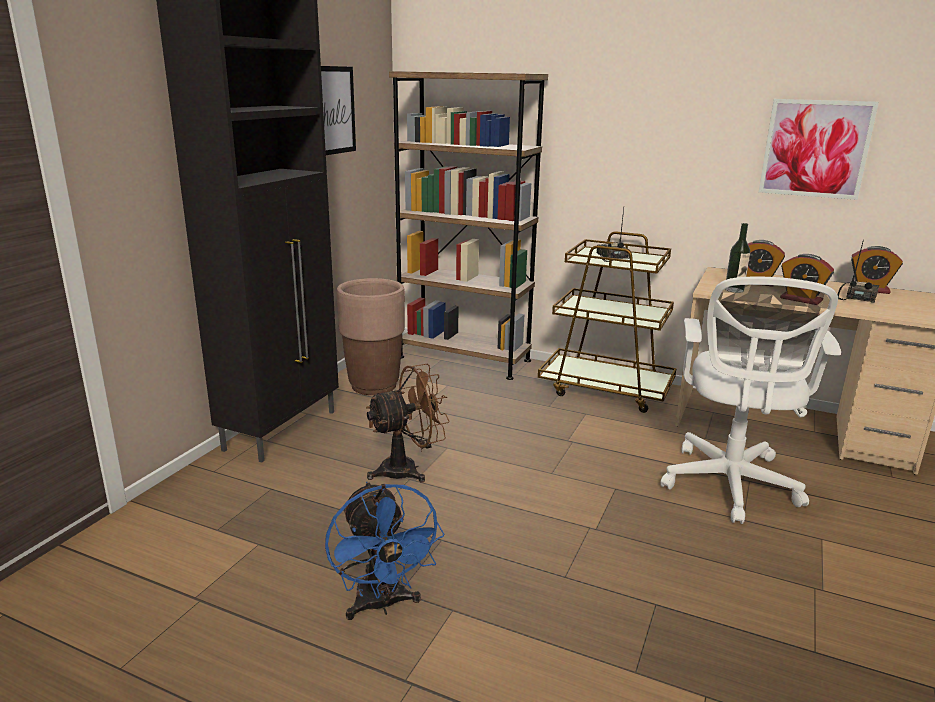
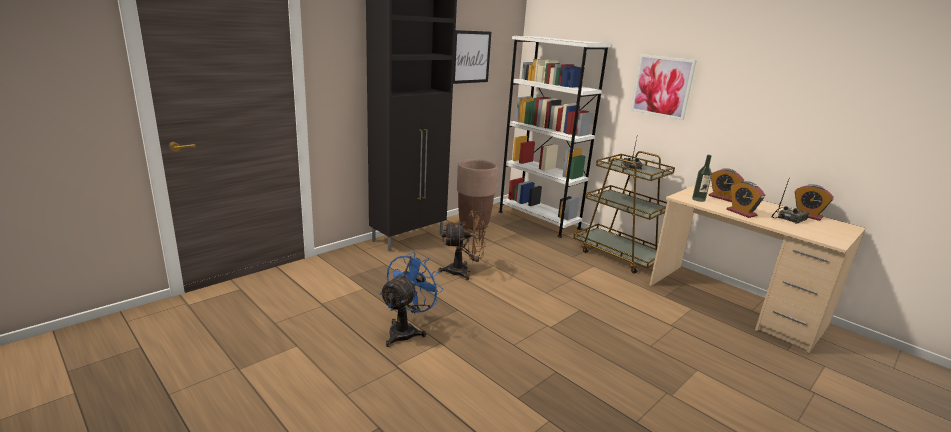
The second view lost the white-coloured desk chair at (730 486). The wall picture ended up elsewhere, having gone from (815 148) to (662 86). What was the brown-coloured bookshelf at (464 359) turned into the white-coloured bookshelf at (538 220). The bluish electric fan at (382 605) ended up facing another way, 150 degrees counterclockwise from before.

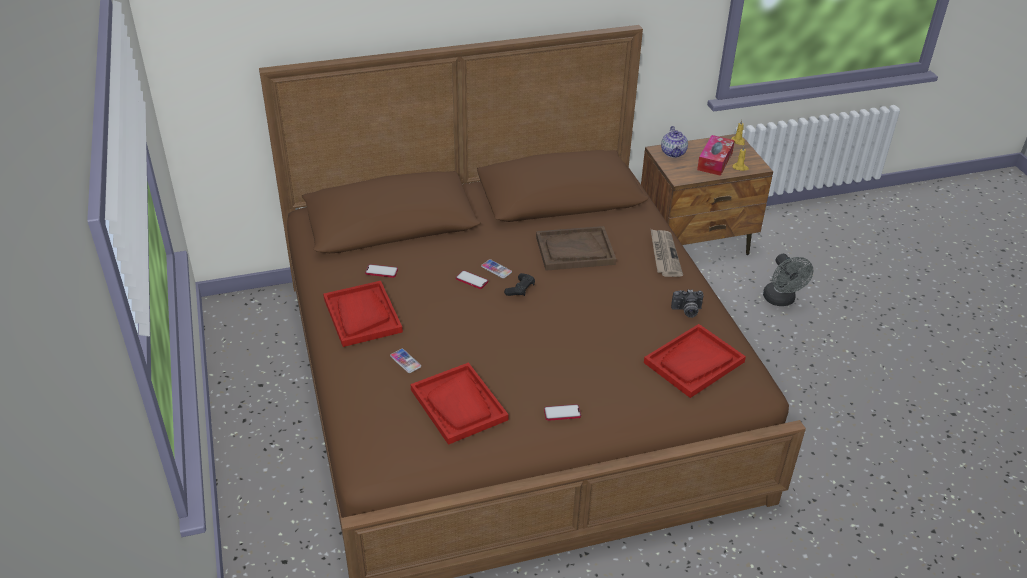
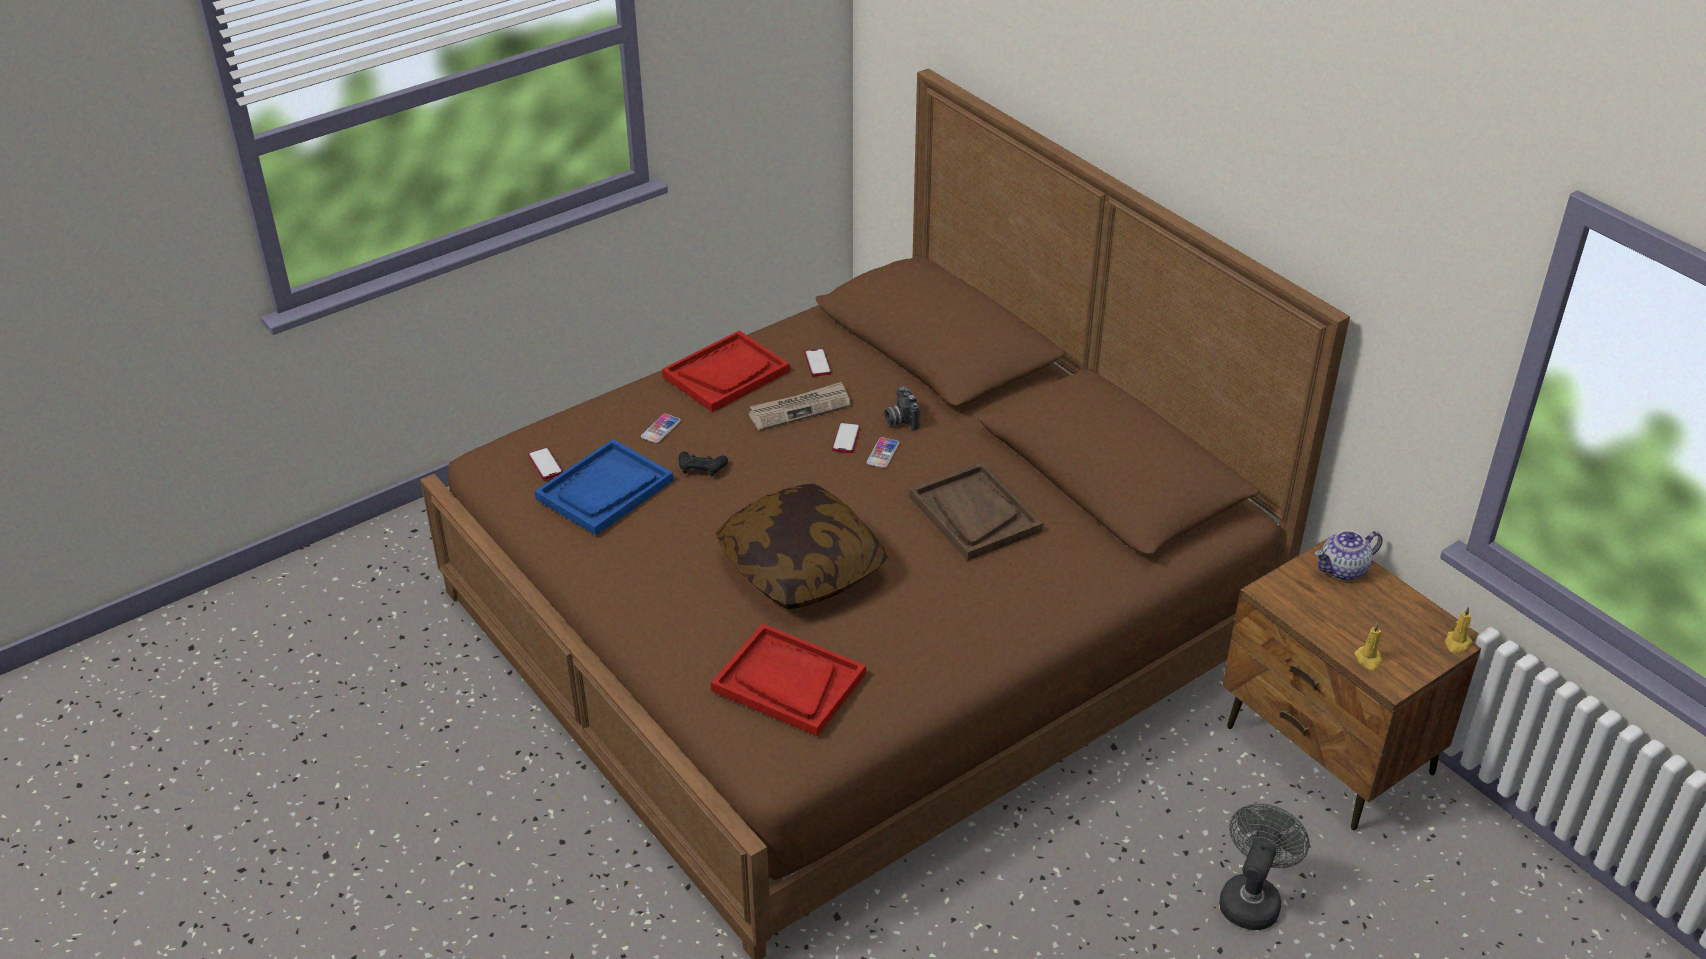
The second view lost the tissue holder at (714 161). The second view gained the throw pillow at (801 567). The black-coloured gamepad ended up elsewhere, having gone from (520 289) to (701 469). The phone ended up elsewhere, having gone from (562 413) to (545 464). The daily paper ended up elsewhere, having gone from (664 254) to (800 409). The still camera ended up elsewhere, having gone from (687 311) to (900 420). What was the red carrying tray at (459 405) turned into the bluish carrying tray at (605 490). The gray electric fan at (781 300) ended up facing another way, 150 degrees clockwise from before.

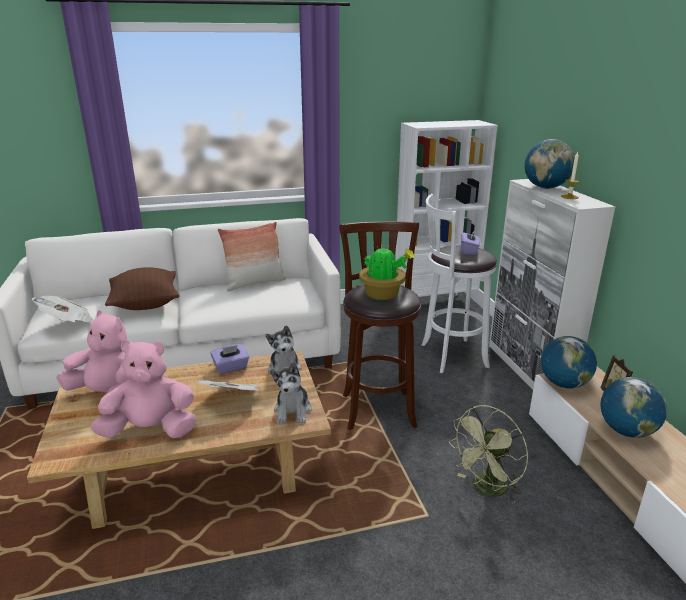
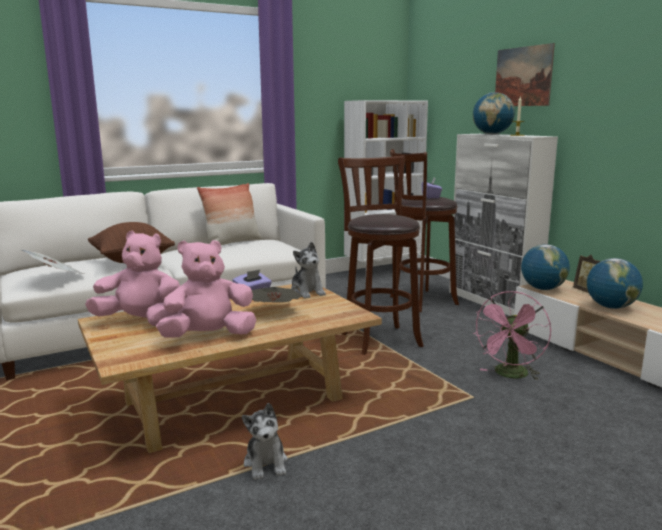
The second view lost the houseplant at (383 295). The second view gained the wall picture at (523 76). The plush toy ended up elsewhere, having gone from (293 410) to (266 463). What was the white-coloured stool seat at (450 356) turned into the brown-coloured stool seat at (420 301). What was the green electric fan at (486 489) turned into the pink electric fan at (510 375).

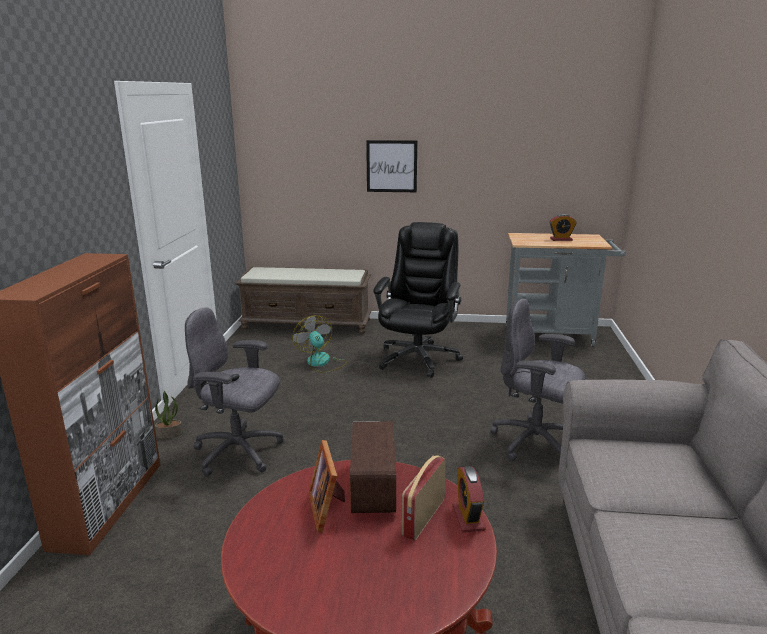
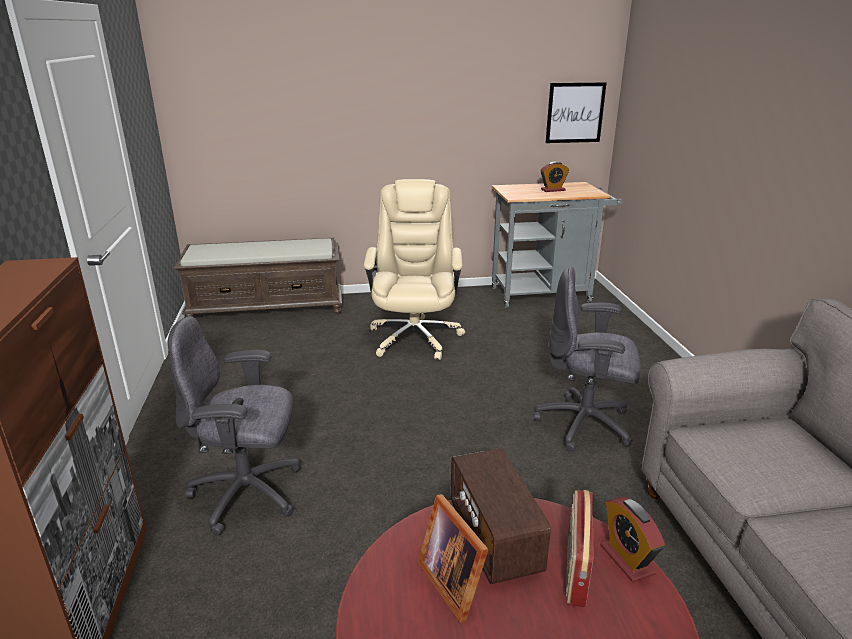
The second view lost the houseplant at (170 434). The second view lost the electric fan at (321 363). The wall picture ended up elsewhere, having gone from (391 166) to (575 113). What was the black-coloured desk chair at (418 358) turned into the beige-coloured desk chair at (415 337).

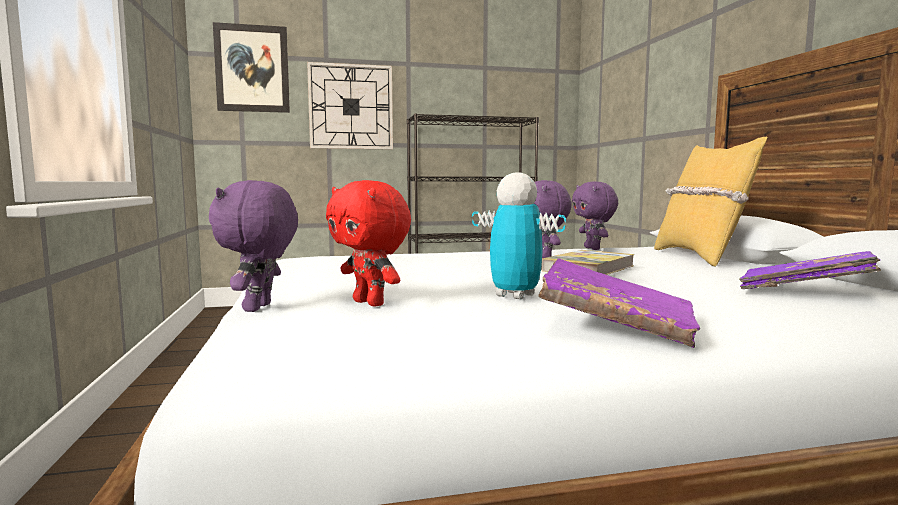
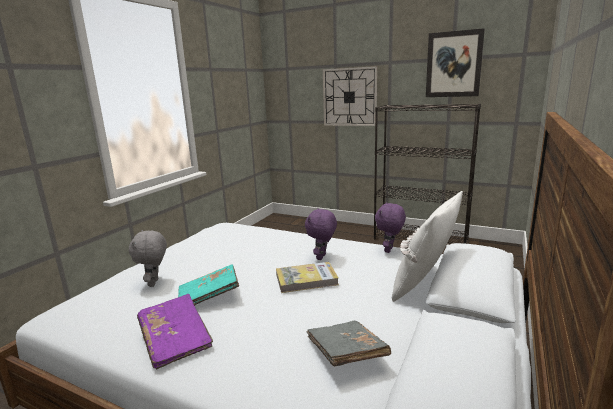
The second view lost the purple plush toy at (259 308). The wall picture ended up elsewhere, having gone from (252 69) to (453 64). Where the robot figure stood at (515 295), the blue-green book came to stand at (209 297). What was the red plush toy at (371 303) turned into the gray plush toy at (154 283). What was the yellow throw pillow at (700 257) turned into the white-coloured throw pillow at (425 284). What was the purple book at (804 292) turned into the gray book at (346 354).

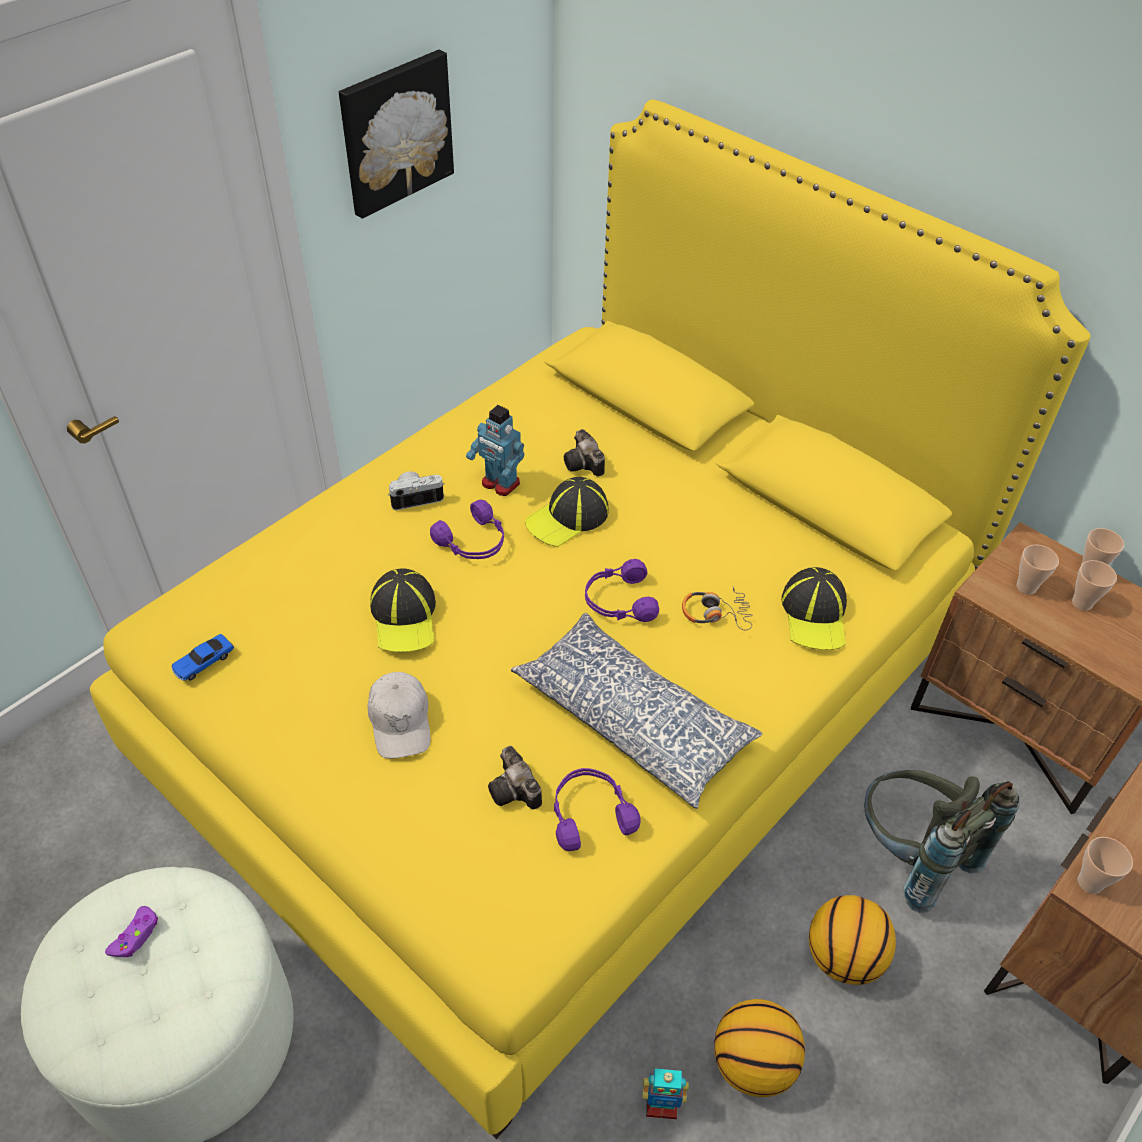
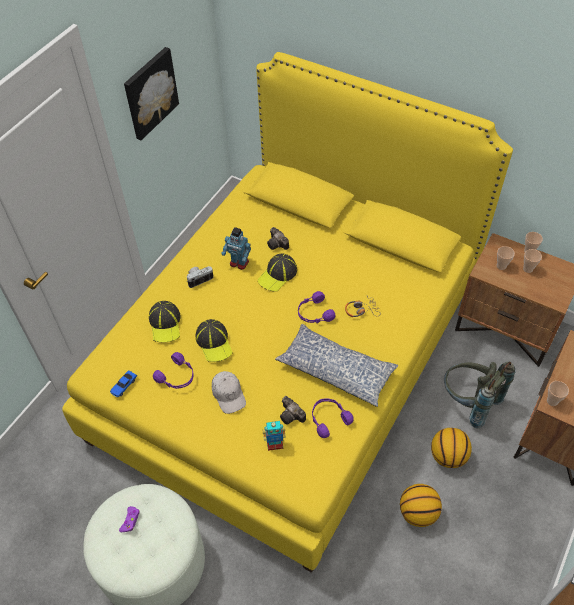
The purple headphones ended up elsewhere, having gone from (474 542) to (177 376). The robot figure ended up elsewhere, having gone from (661 1106) to (275 444). The peaked cap ended up elsewhere, having gone from (815 615) to (165 324).

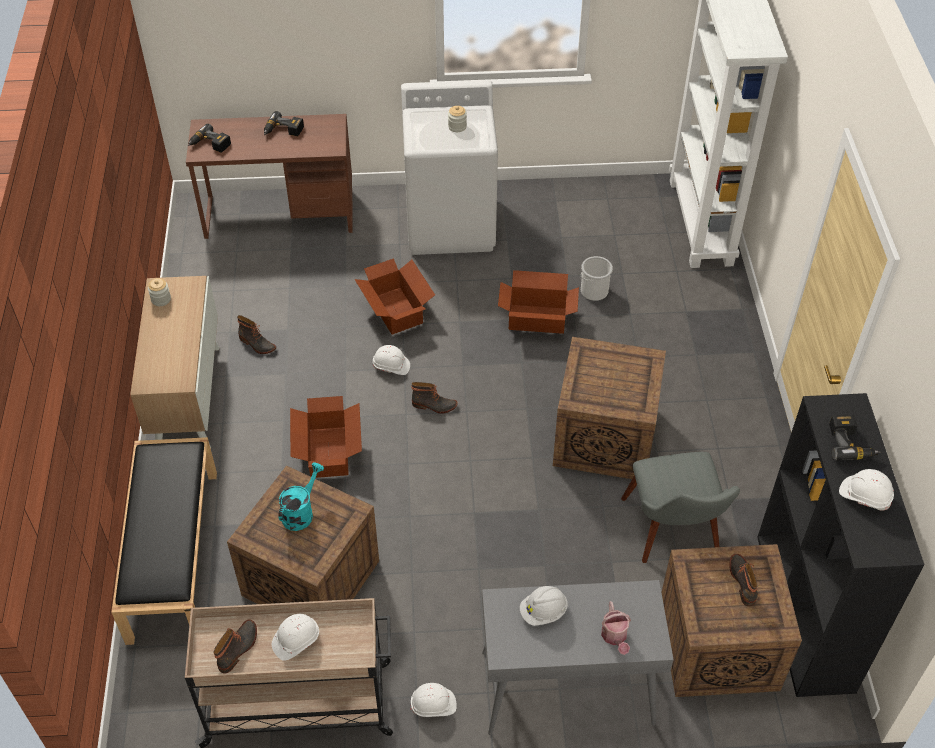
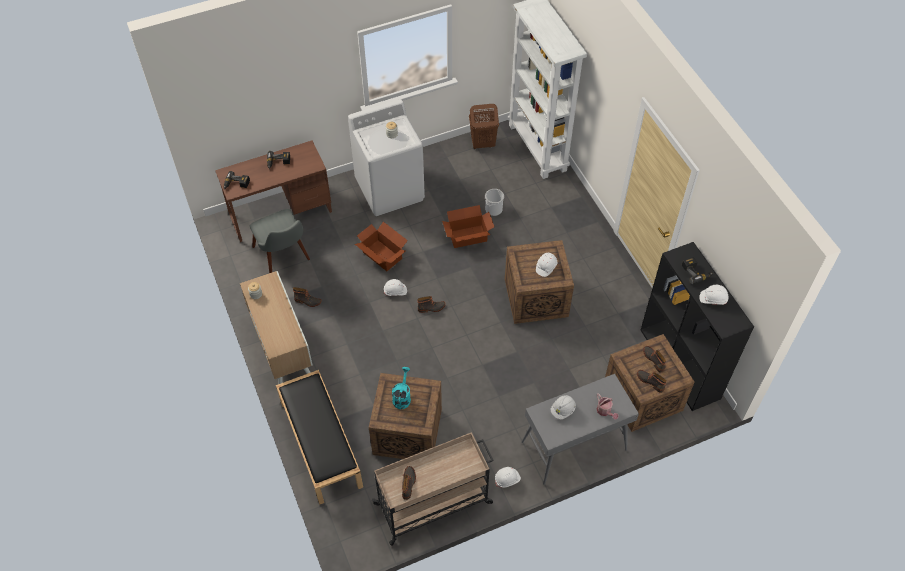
The second view lost the packing box at (328 453). The second view gained the brown-coloured washing basket at (482 144). The second view gained the tall boot at (650 381). The white-coloured hard hat ended up elsewhere, having gone from (296 640) to (546 267). The gray plain chair ended up elsewhere, having gone from (675 536) to (285 258).

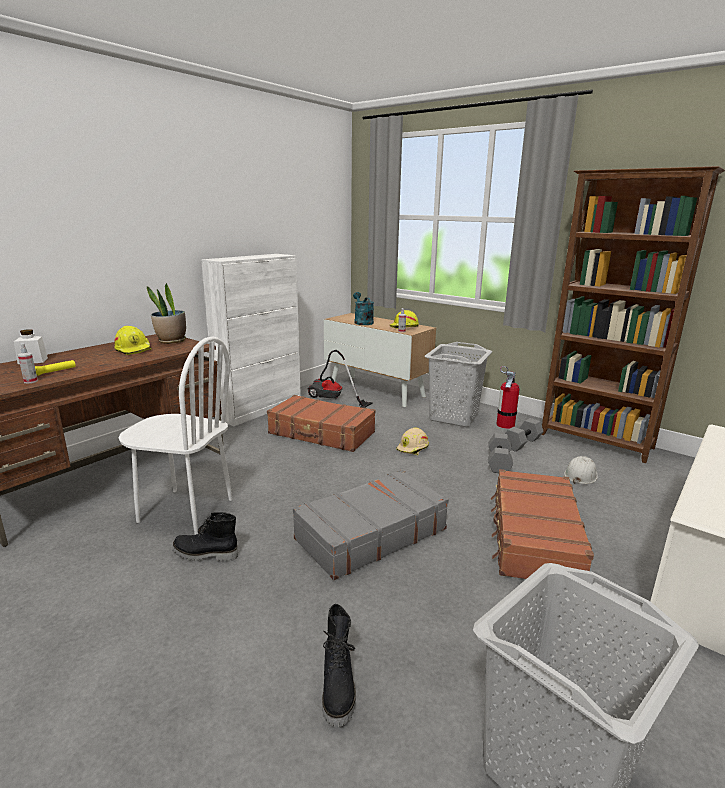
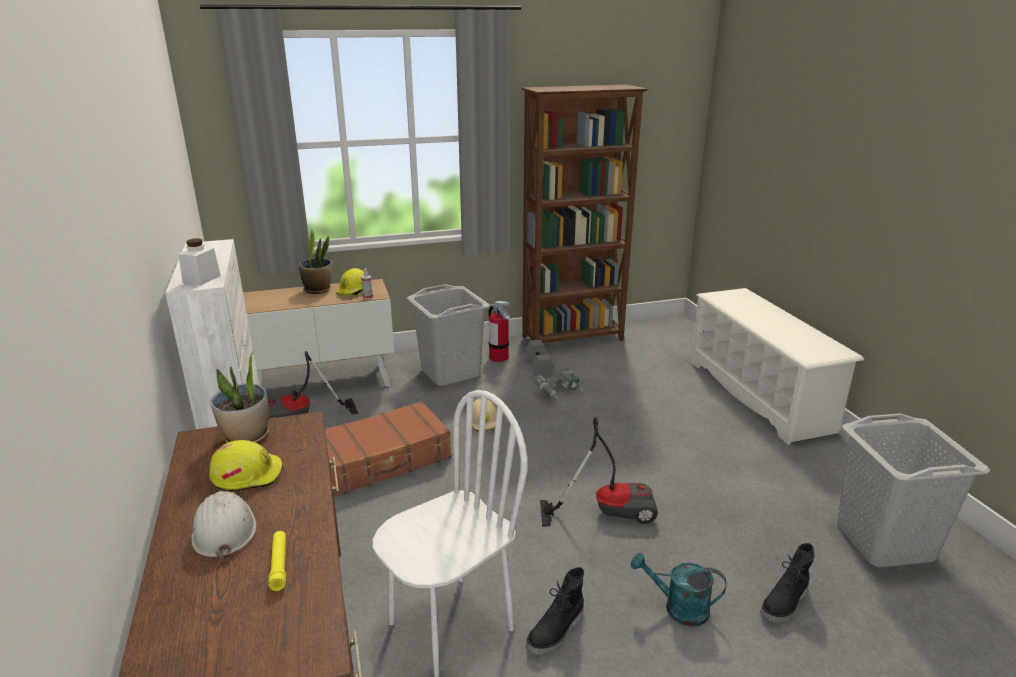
The second view lost the spray bottle at (30 381). The second view lost the brown-coloured travel case at (533 537). The second view gained the houseplant at (318 289). The white-coloured jar ended up elsewhere, having gone from (33 361) to (201 279). The blue-green watering pot ended up elsewhere, having gone from (362 322) to (678 608). The white-coloured hard hat ended up elsewhere, having gone from (580 475) to (224 530). Where the gray travel case stood at (370 534), the hoover came to stand at (607 510). Where the gray free weight stood at (499 462), the power drill came to stand at (559 393). The black-coloured tall boot at (339 687) ended up facing another way, 105 degrees clockwise from before.

